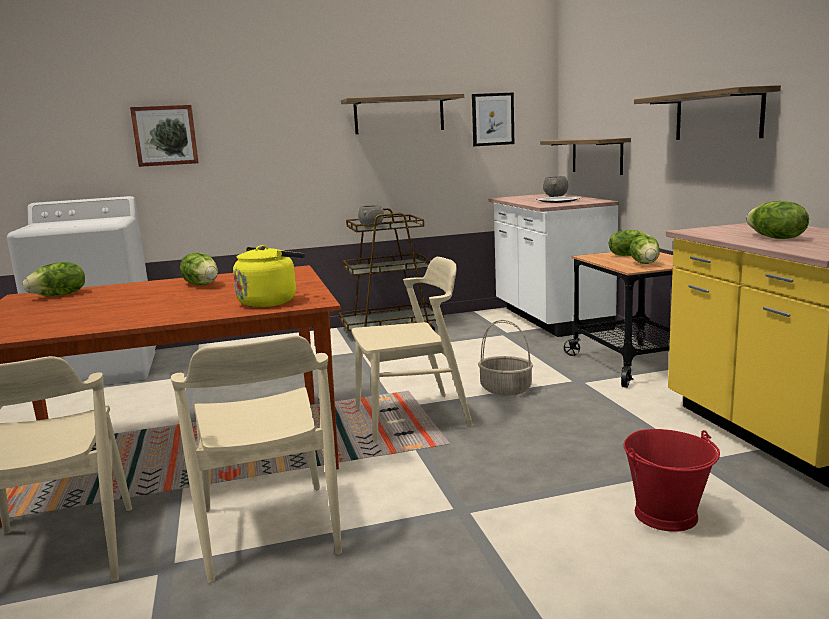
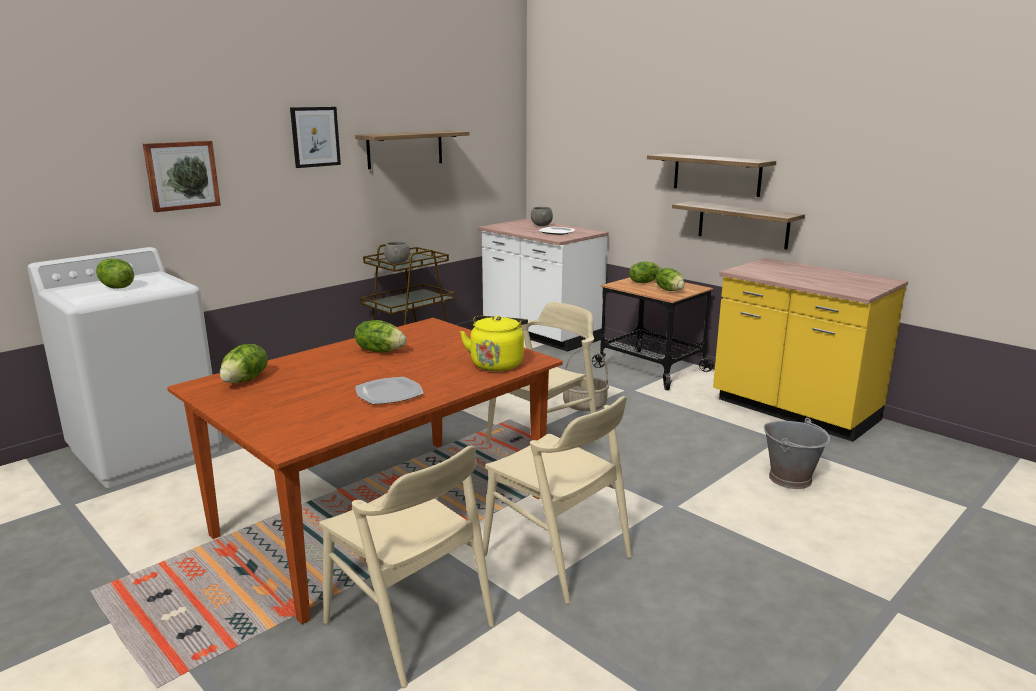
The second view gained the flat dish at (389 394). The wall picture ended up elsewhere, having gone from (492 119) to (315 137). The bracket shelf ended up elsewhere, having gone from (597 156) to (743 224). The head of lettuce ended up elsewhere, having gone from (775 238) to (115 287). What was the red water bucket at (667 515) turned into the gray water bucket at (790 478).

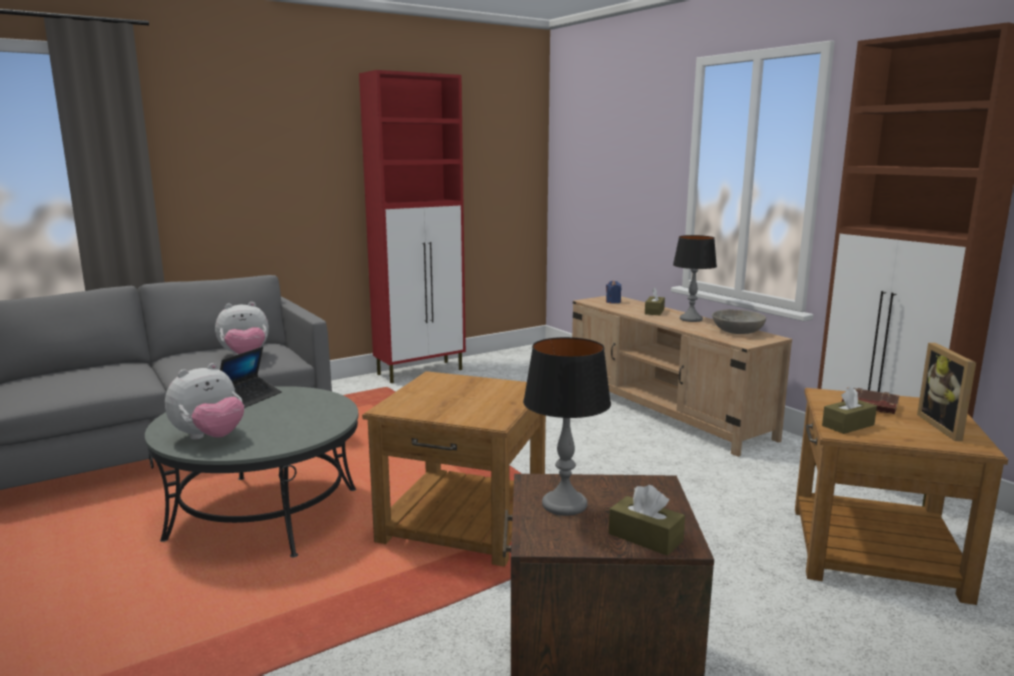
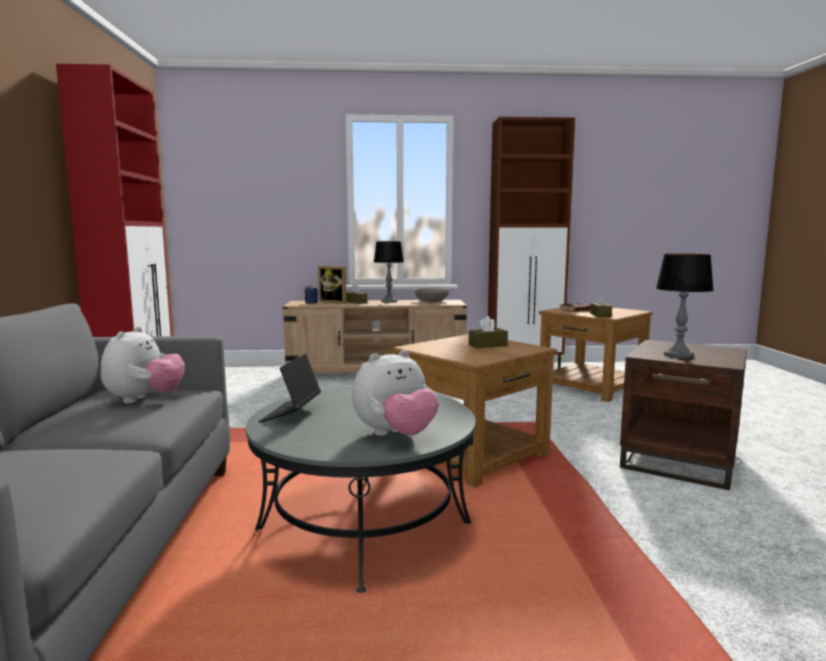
The brown-coloured tissue holder ended up elsewhere, having gone from (645 537) to (487 345). The photo frame ended up elsewhere, having gone from (947 427) to (335 302). The plush toy at (210 437) ended up facing another way, 75 degrees clockwise from before. The laptop at (250 397) ended up facing another way, 135 degrees counterclockwise from before.

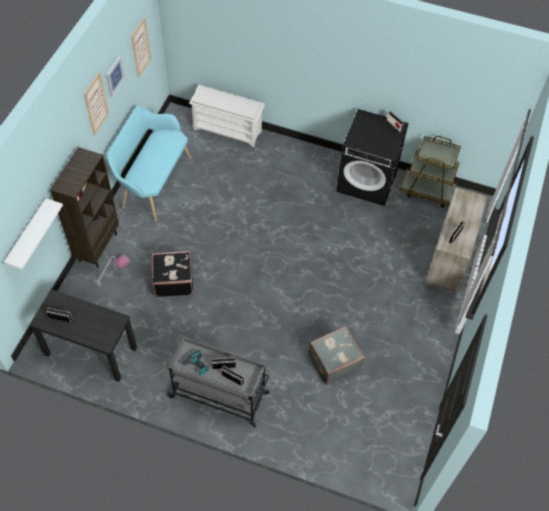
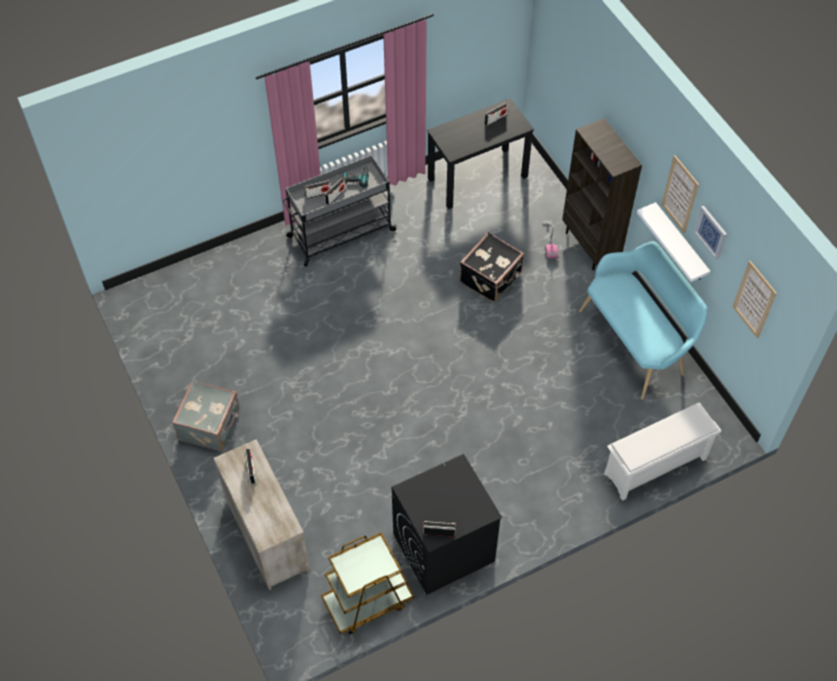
The white-coloured bracket shelf ended up elsewhere, having gone from (27 235) to (680 243). The gray travel case ended up elsewhere, having gone from (333 361) to (210 425).

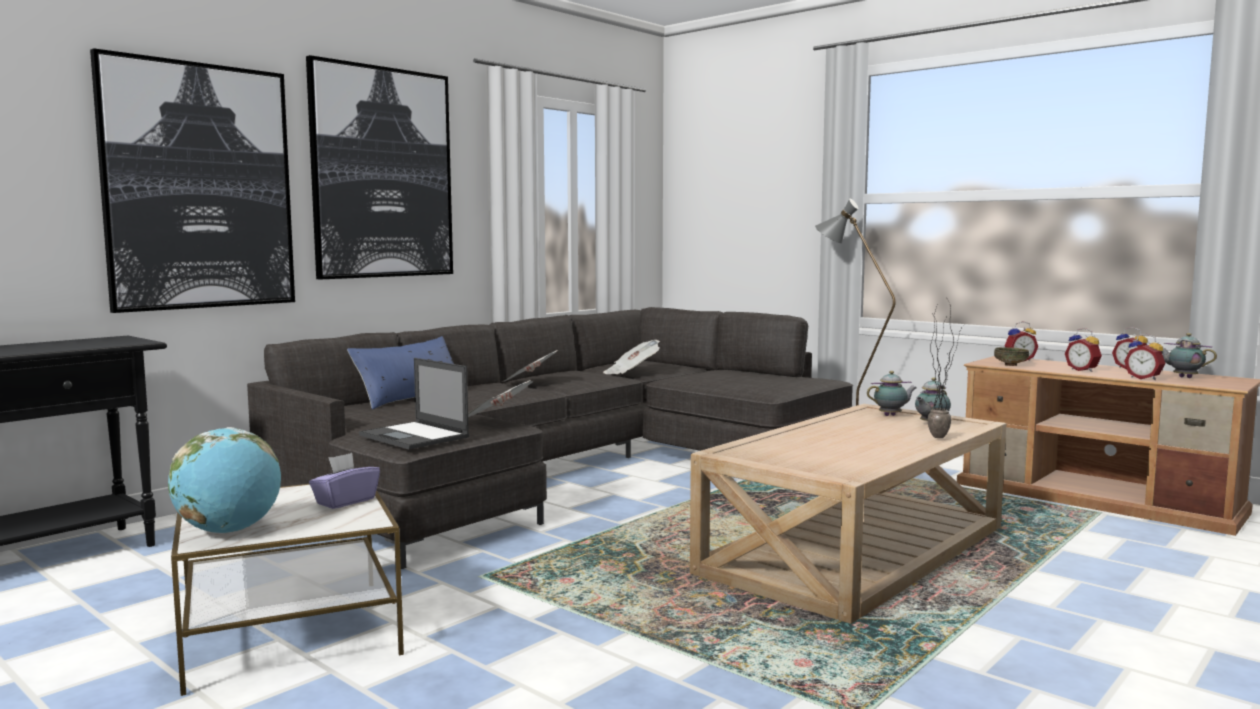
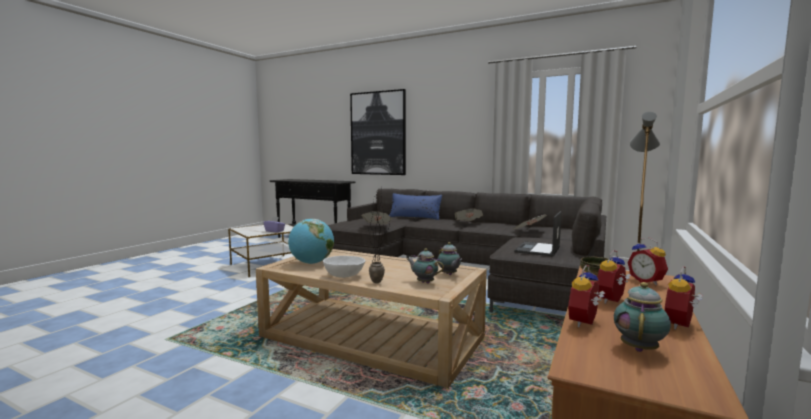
The second view lost the wall picture at (382 173). The second view gained the white-coloured deep dish at (344 275). The desk globe ended up elsewhere, having gone from (229 531) to (312 263). The laptop ended up elsewhere, having gone from (415 436) to (538 249).

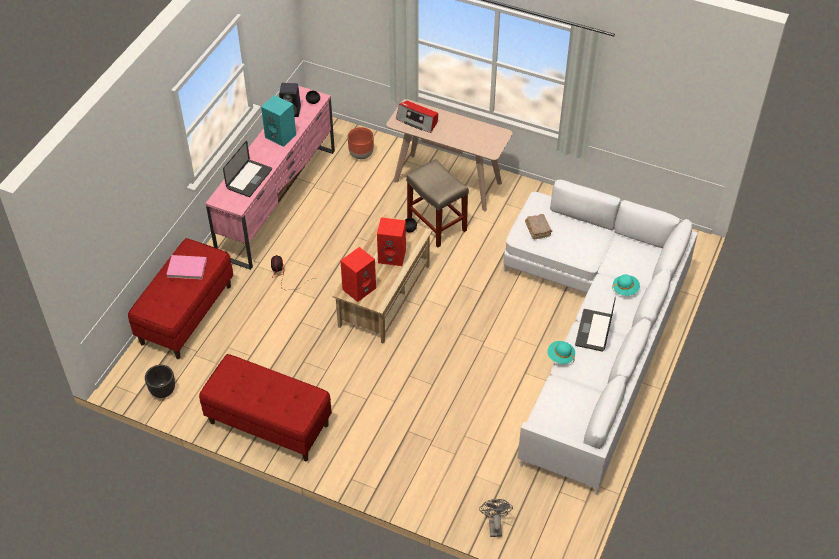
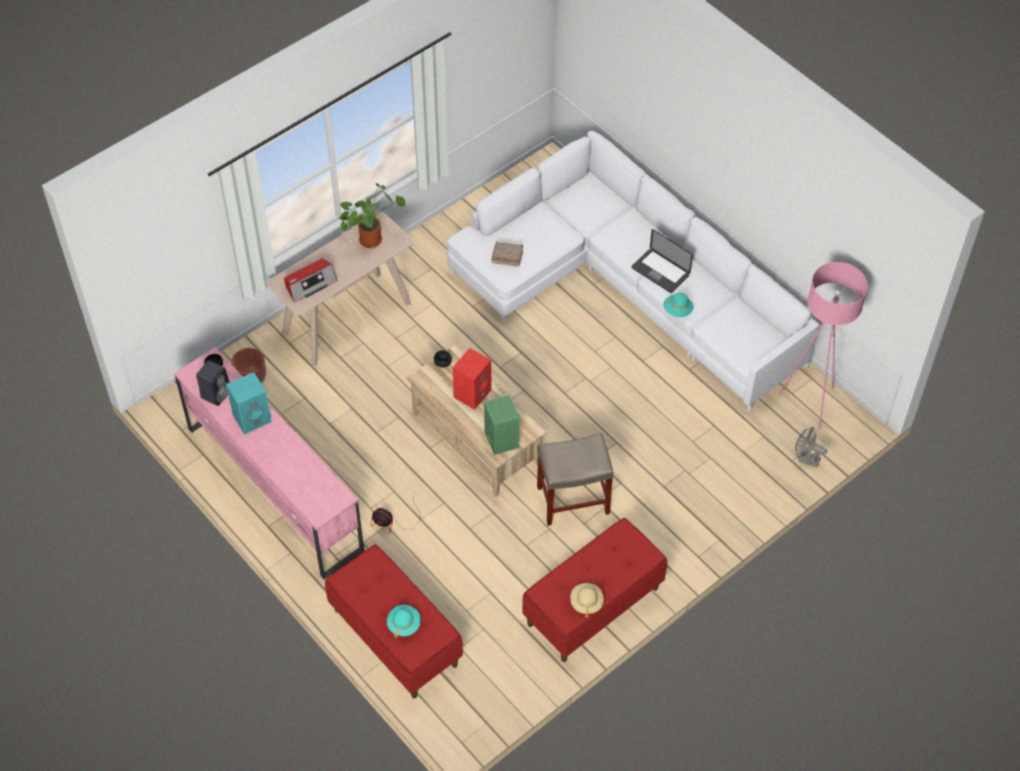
The second view lost the black-coloured plant pot at (163 390). The second view lost the pink book at (186 269). The second view lost the laptop at (249 179). The second view gained the houseplant at (372 238). The second view gained the beige-coloured clothing hat at (586 602). The second view gained the pink floor lamp at (810 403). The beige-coloured stool seat ended up elsewhere, having gone from (436 224) to (572 500). The blue-green clothing hat ended up elsewhere, having gone from (625 289) to (404 624). What was the red audio speaker at (359 288) turned into the green audio speaker at (500 439).

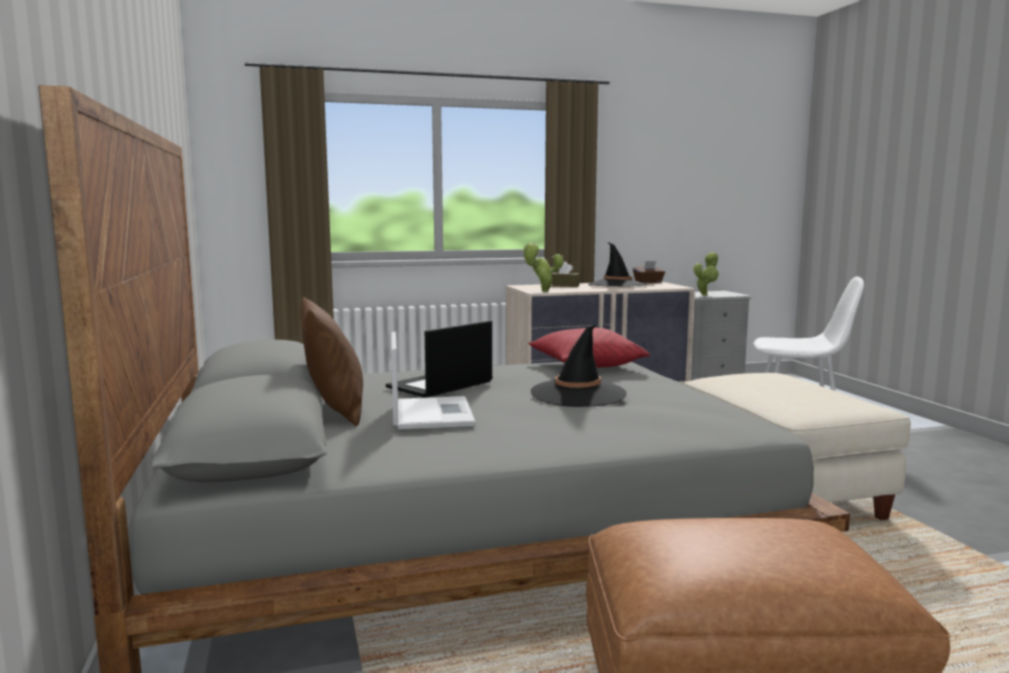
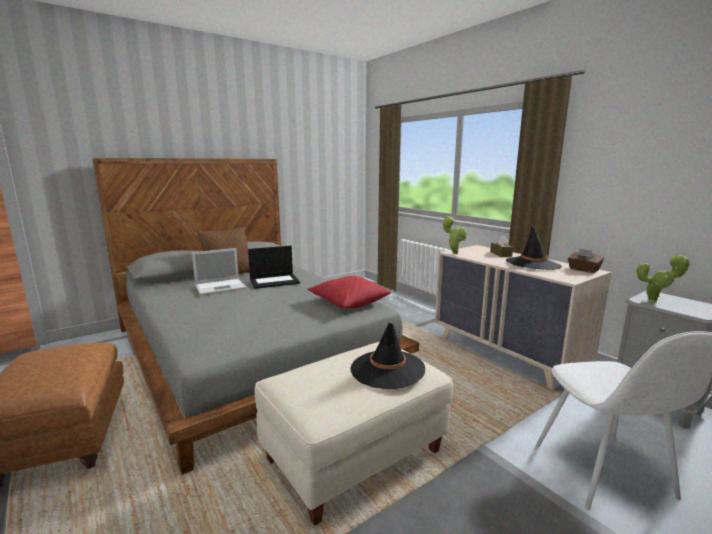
The black-coloured clothing hat ended up elsewhere, having gone from (578 394) to (387 369). The laptop at (440 385) ended up facing another way, 135 degrees clockwise from before.

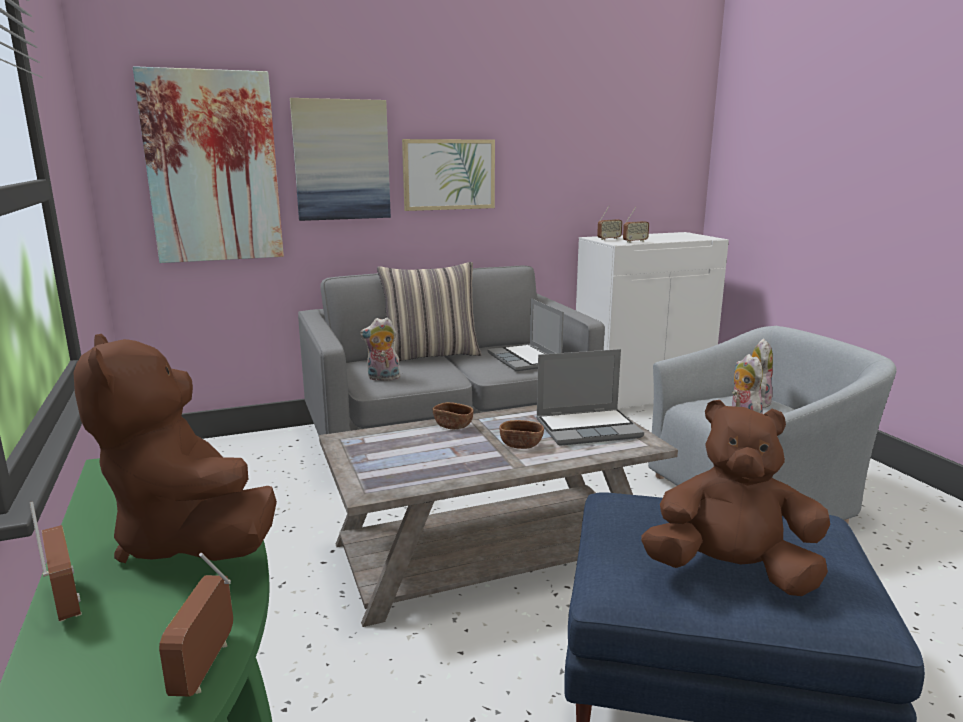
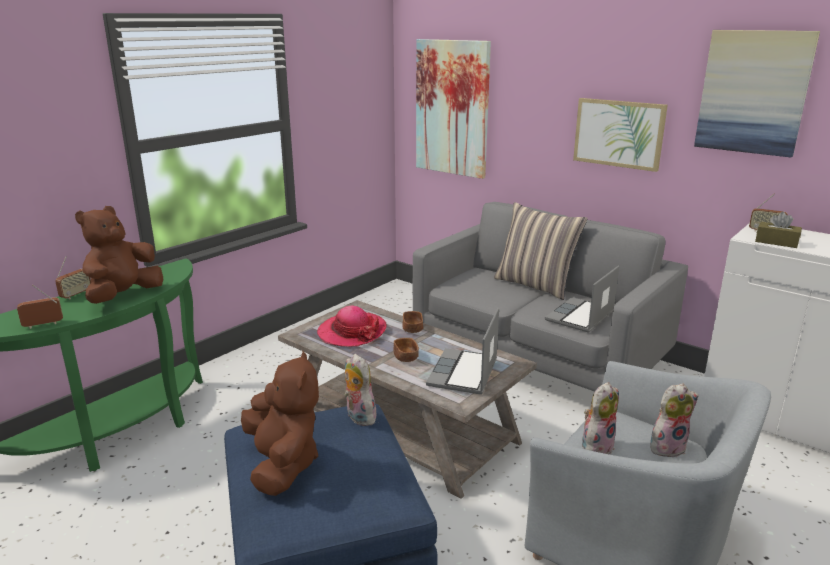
The second view gained the clothing hat at (351 332). The wall picture ended up elsewhere, having gone from (341 160) to (753 92). The plush toy ended up elsewhere, having gone from (382 378) to (358 417). Where the radio receiver stood at (635 241), the brown-coloured tissue holder came to stand at (776 242). The laptop at (588 428) ended up facing another way, 60 degrees clockwise from before.

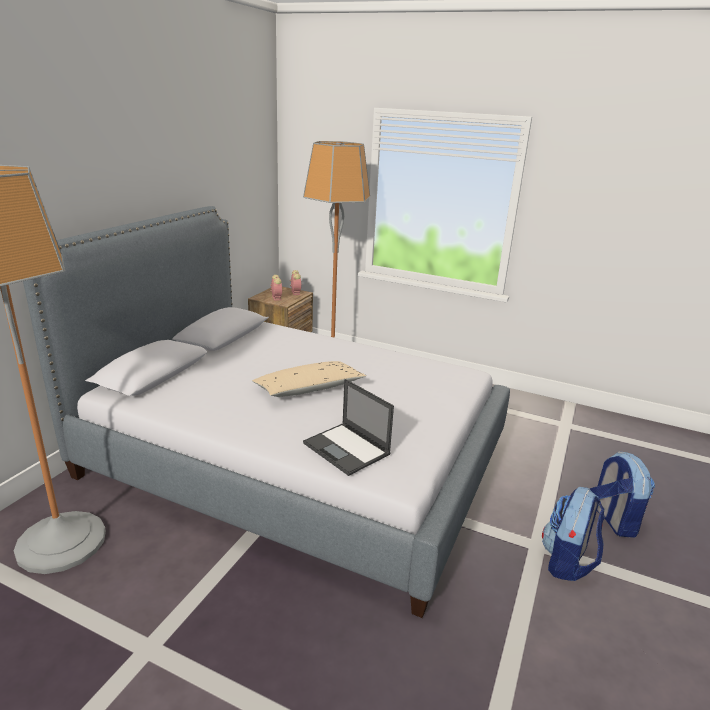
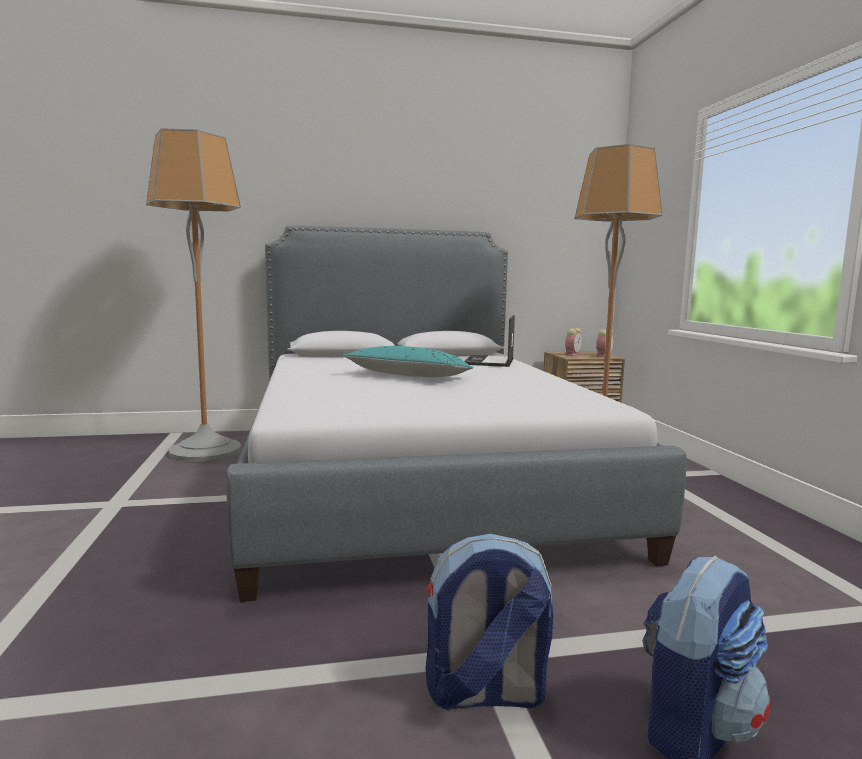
The laptop ended up elsewhere, having gone from (347 449) to (489 362). What was the beige-coloured throw pillow at (309 389) turned into the blue-green throw pillow at (408 376).

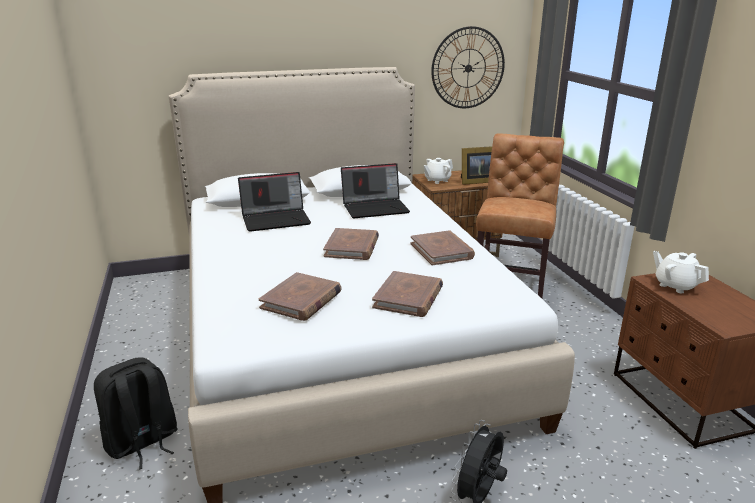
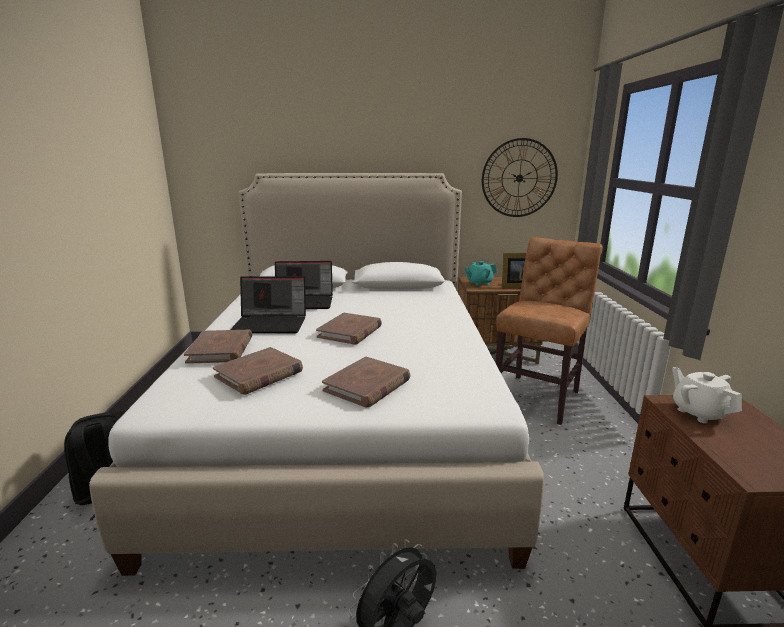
The laptop ended up elsewhere, having gone from (376 208) to (271 324). The brown-coloured book ended up elsewhere, having gone from (442 251) to (221 350). What was the white-coloured teapot at (437 180) turned into the blue-green teapot at (479 283).

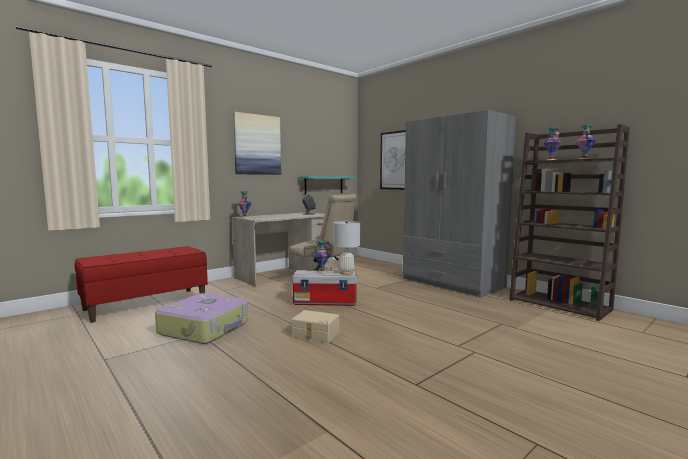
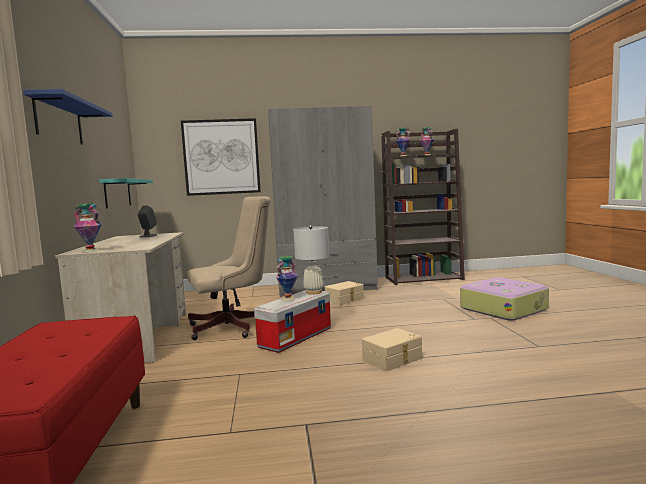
The second view gained the beige-coloured storage container at (345 300). The travel case ended up elsewhere, having gone from (205 328) to (503 308). Where the wall picture hung at (257 145), the bluish bracket shelf came to hang at (59 121).

